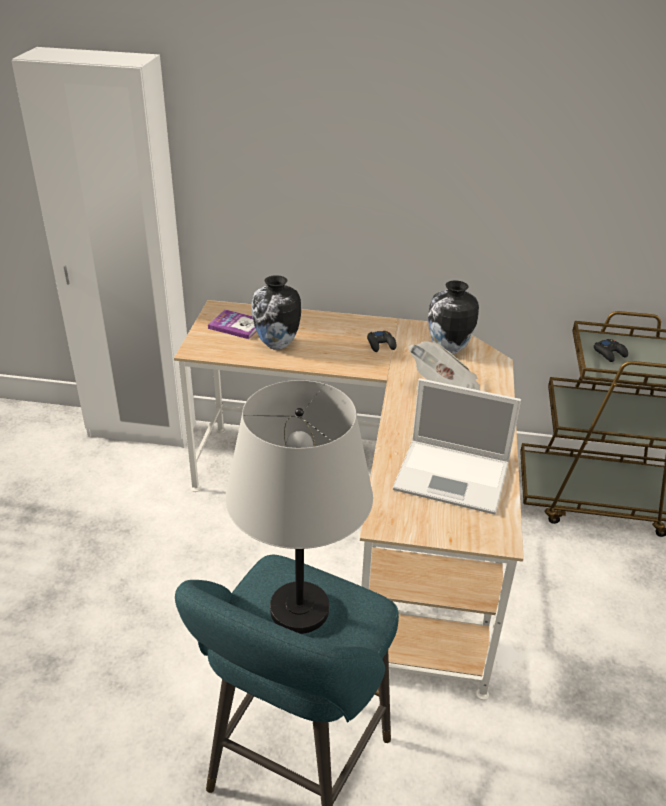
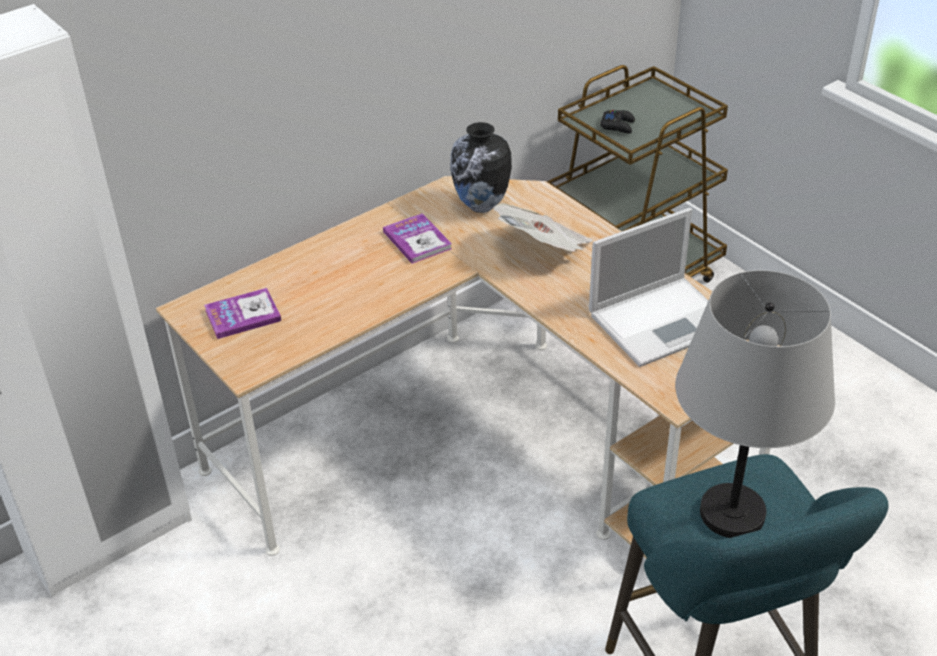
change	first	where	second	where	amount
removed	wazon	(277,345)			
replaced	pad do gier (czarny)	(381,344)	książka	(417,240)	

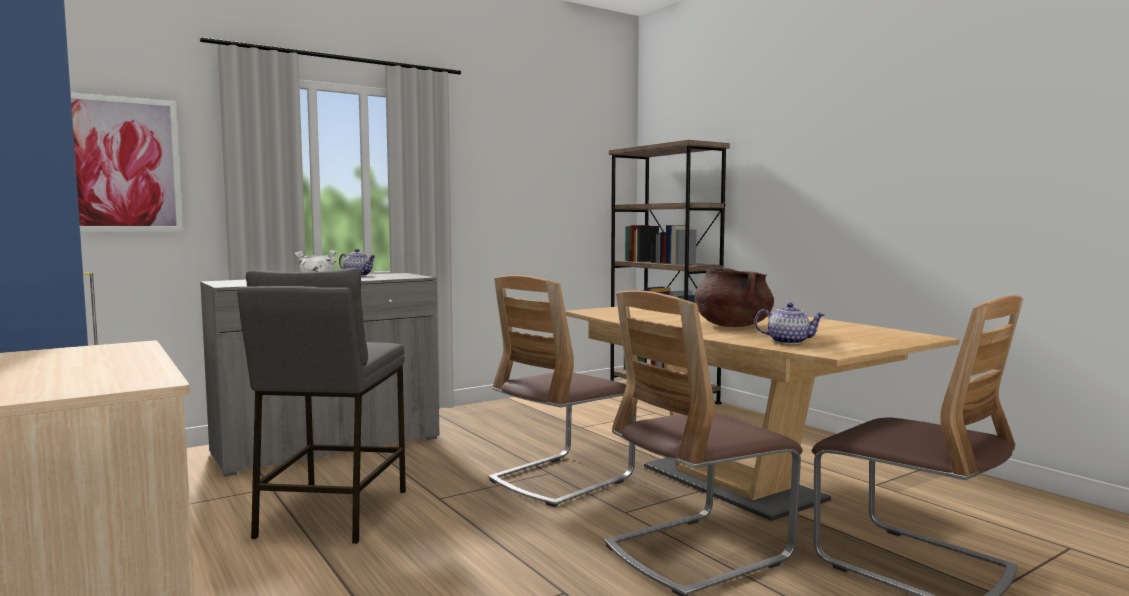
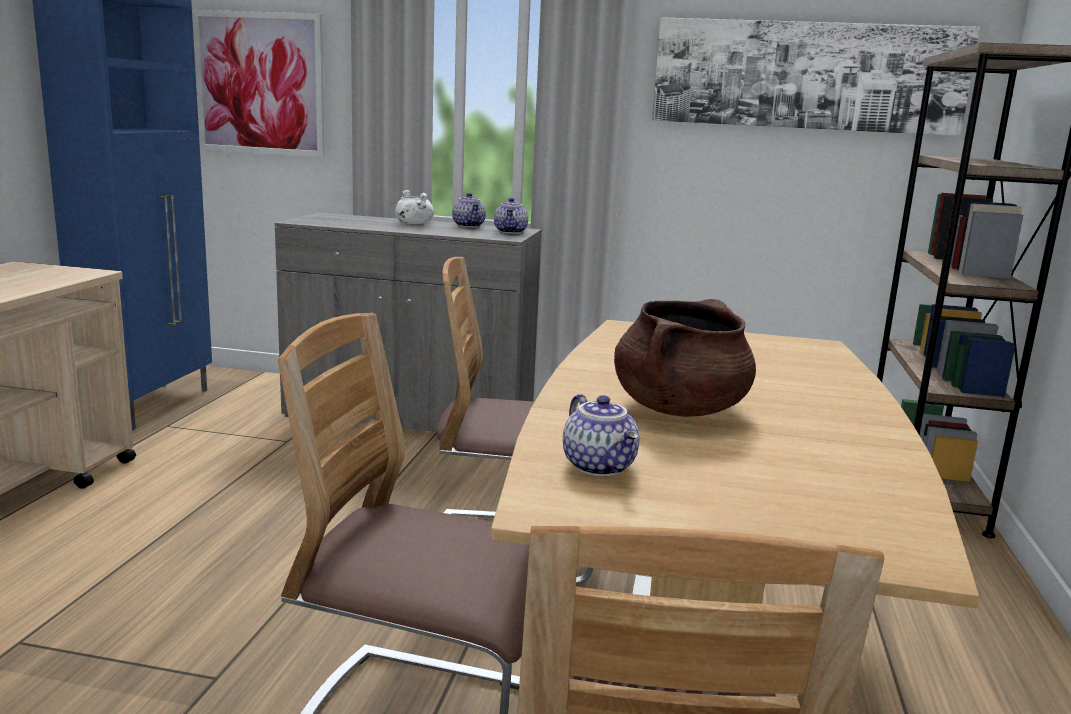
change	first	where	second	where	amount
removed	stołek (szary)	(331,513)			
added			imbryk	(511,232)	
added			obraz	(807,76)	

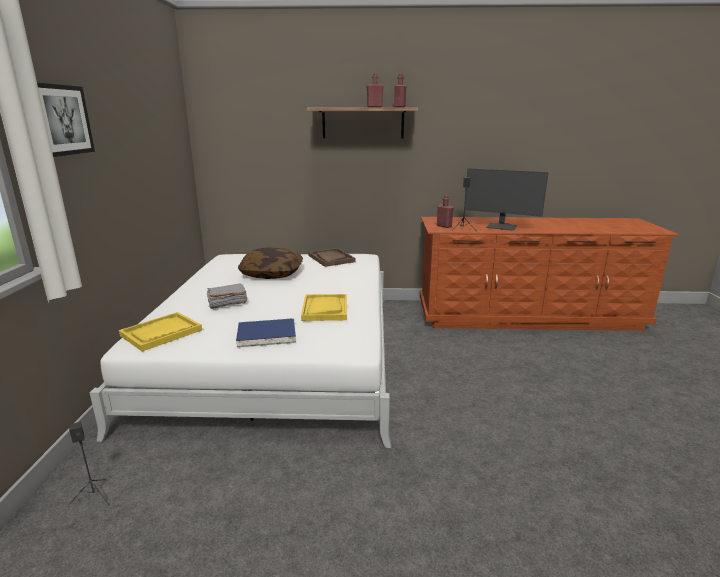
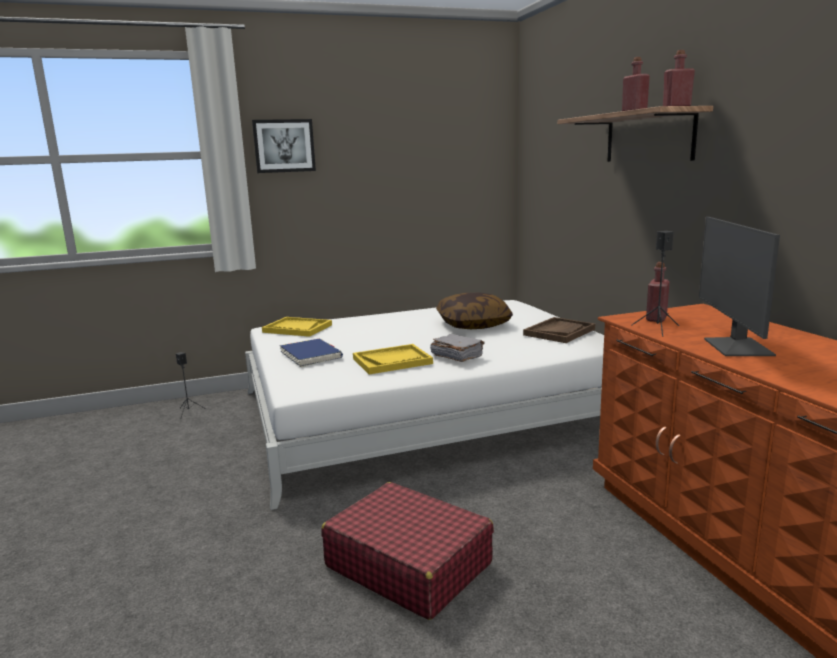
change	first	where	second	where	amount
moved	książka (szary)	(226,303)		(456,356)	
added			walizka (czerwony)	(408,564)	

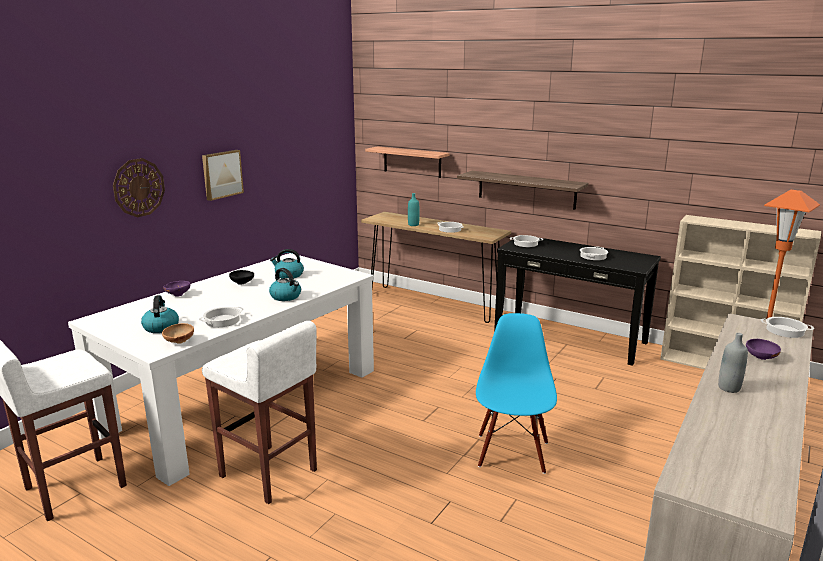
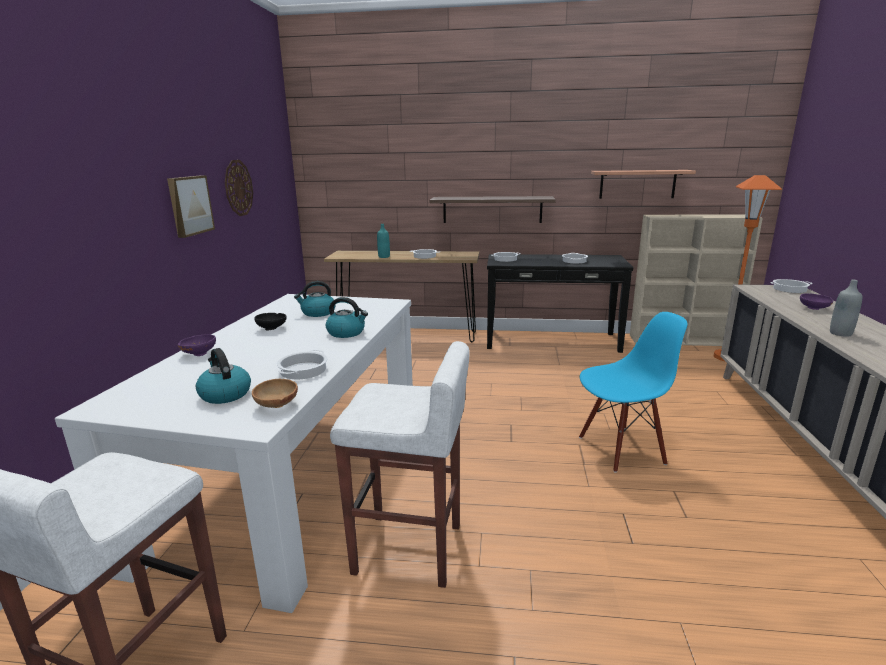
change	first	where	second	where	amount
moved	zegar ścienny	(138,187)		(238,188)	
moved	półka	(412,162)		(637,184)	
turned	krzesło (niebieski)	(512,453)		(621,449)	90 degrees clockwise

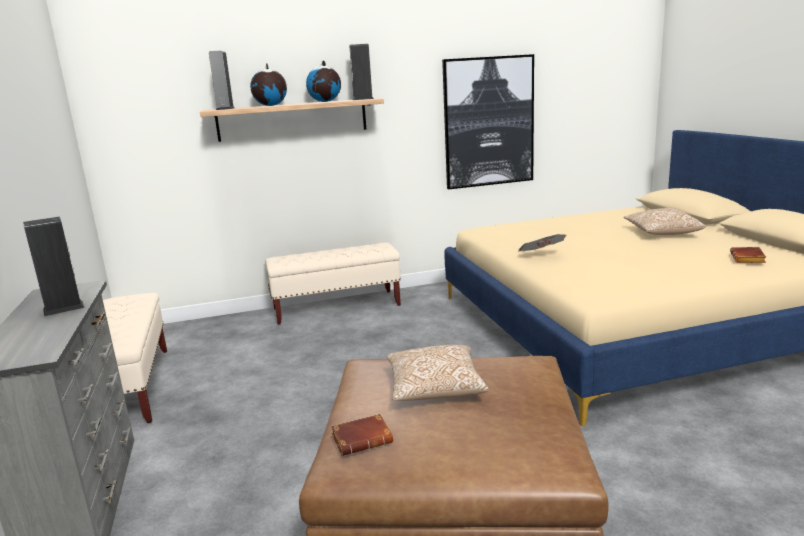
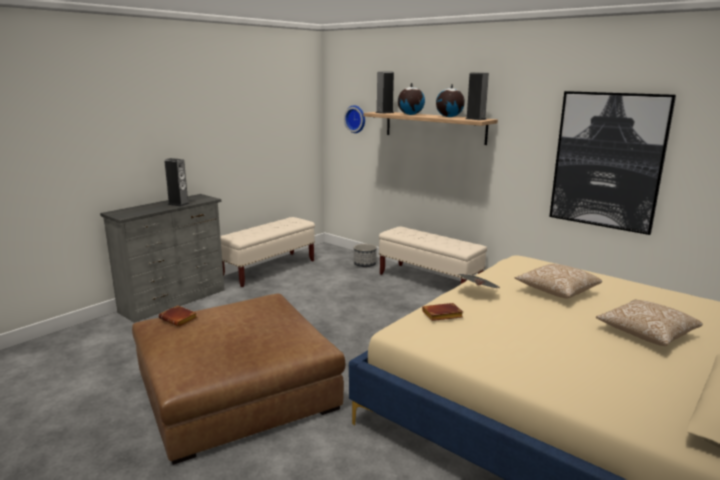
change	first	where	second	where	amount
moved	poduszka	(435,388)		(556,291)	
moved	książka (brązowy)	(748,259)		(441,316)	
added			zegar ścienny	(356,119)	
added			donica	(364,264)	

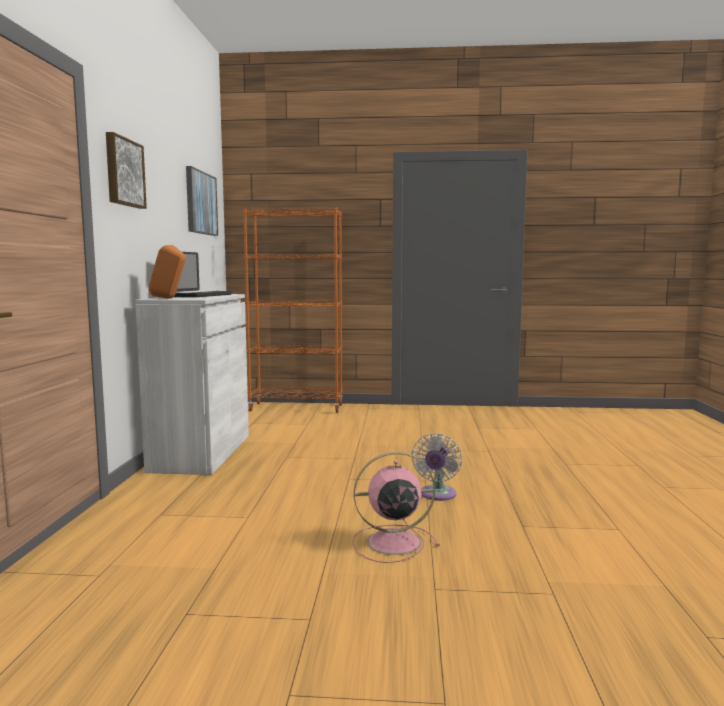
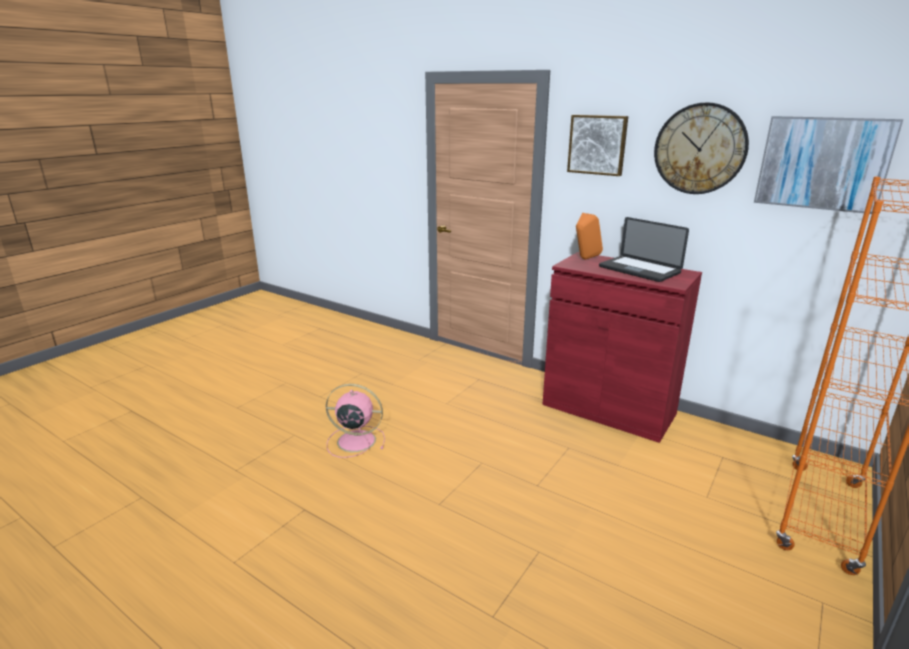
change	first	where	second	where	amount
recoloured	szafka (biały)	(201,452)	szafka (czerwony)	(608,409)	
turned	wentylator (różowy)	(391,542)		(354,441)	105 degrees counterclockwise
removed	wentylator (biały)	(437,495)			
added			zegar ścienny	(700,149)	

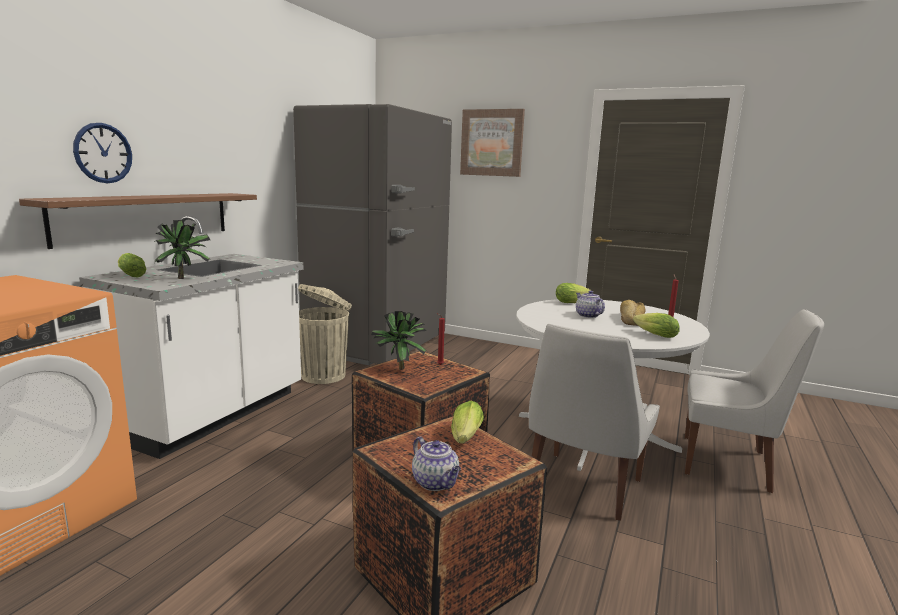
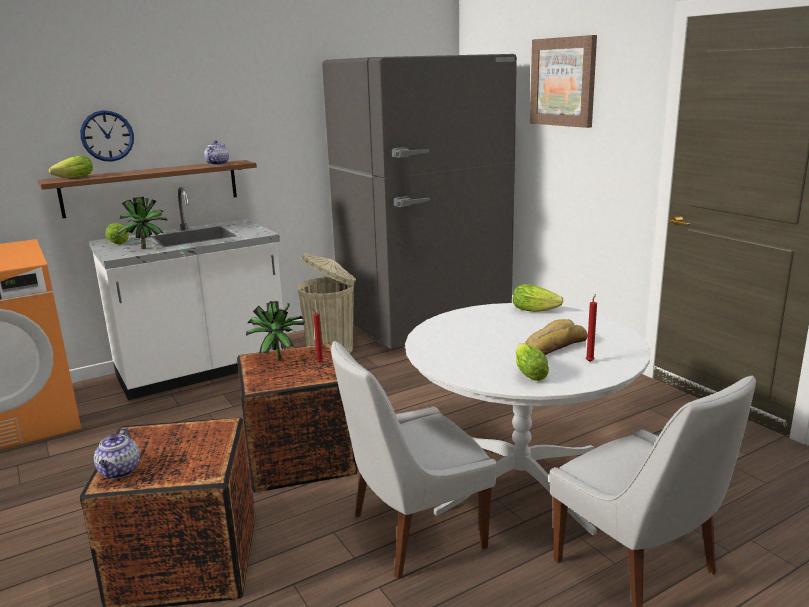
change	first	where	second	where	amount
moved	sałata	(465,438)		(72,178)	
moved	imbryk	(587,315)		(217,164)	

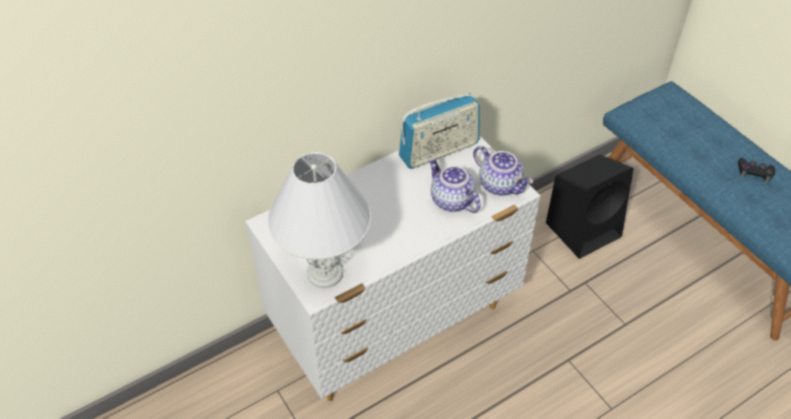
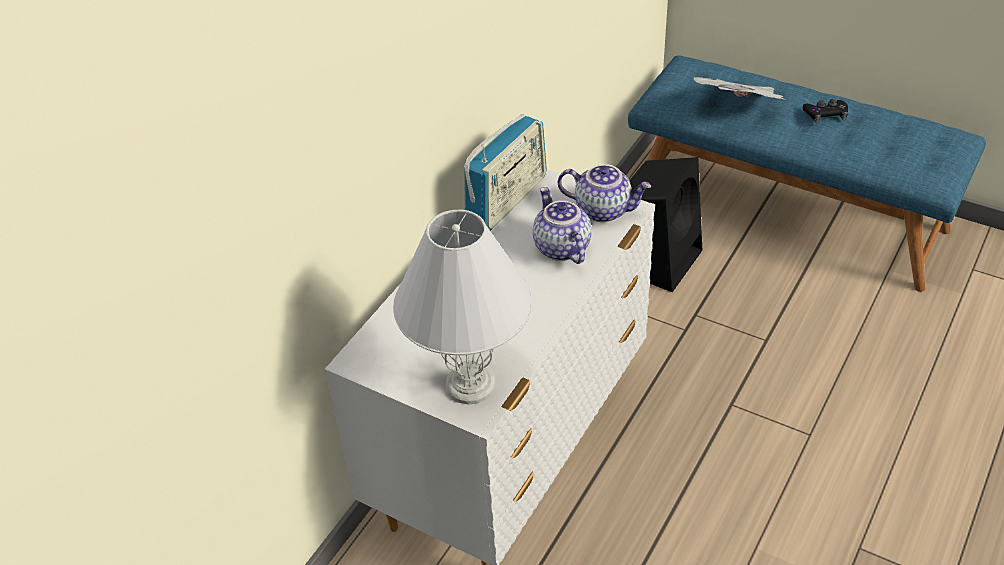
change	first	where	second	where	amount
turned	imbryk	(451,201)		(560,248)	45 degrees clockwise
added			gazeta	(740,108)	

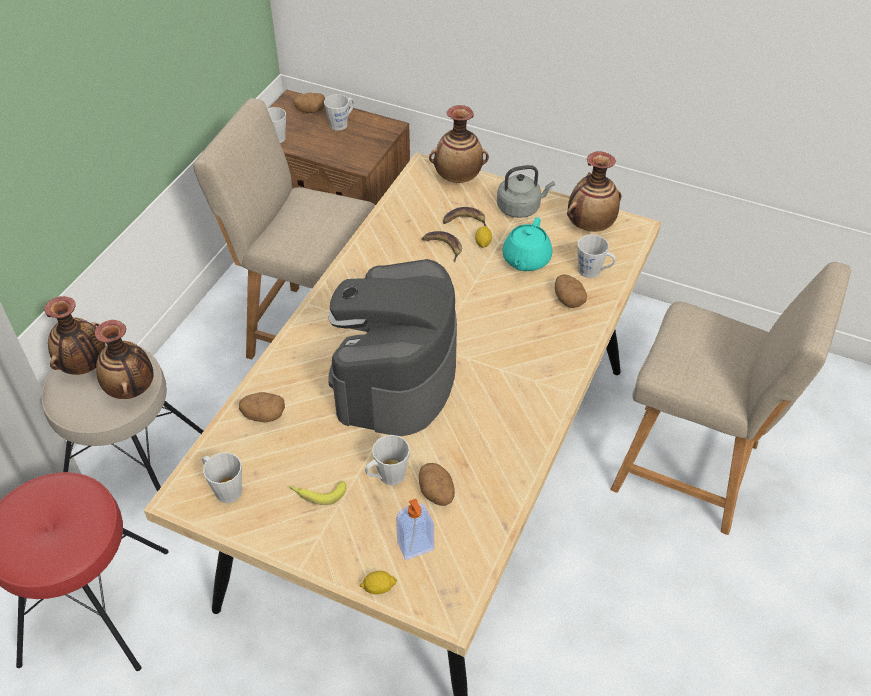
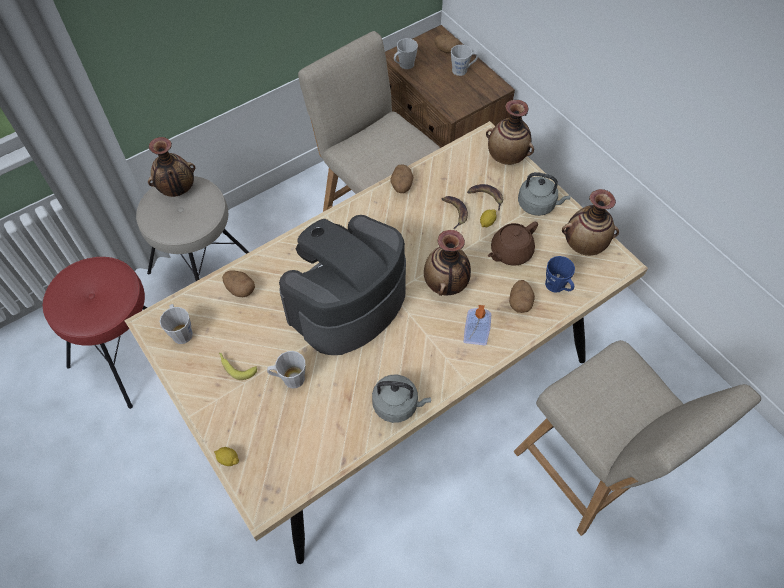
change	first	where	second	where	amount
moved	wazon	(131,389)		(446,284)	
moved	dozownik mydła	(416,547)		(475,338)	
moved	ziemniak	(437,493)		(401,186)	
recoloured	imbryk (turkusowy)	(525,260)	imbryk (brązowy)	(510,252)	
recoloured	kubek (szary)	(593,272)	kubek (niebieski)	(557,287)	
added			czajnik (szary)	(397,405)	

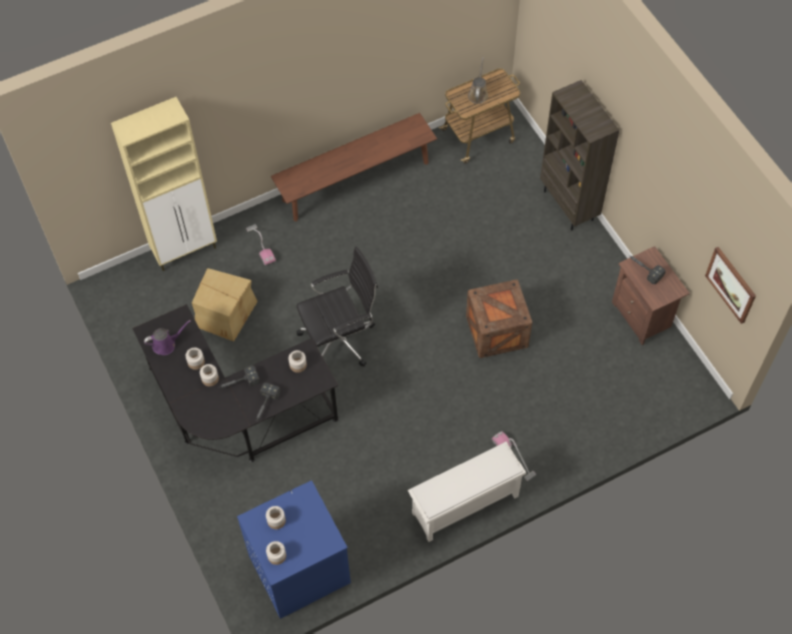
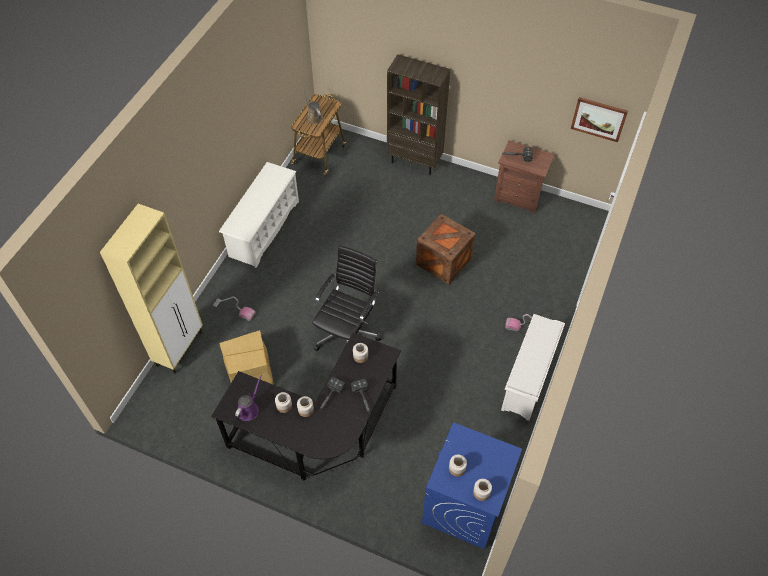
change	first	where	second	where	amount
replaced	ławka (brązowy)	(356,181)	regał na buty (biały)	(264,228)	

